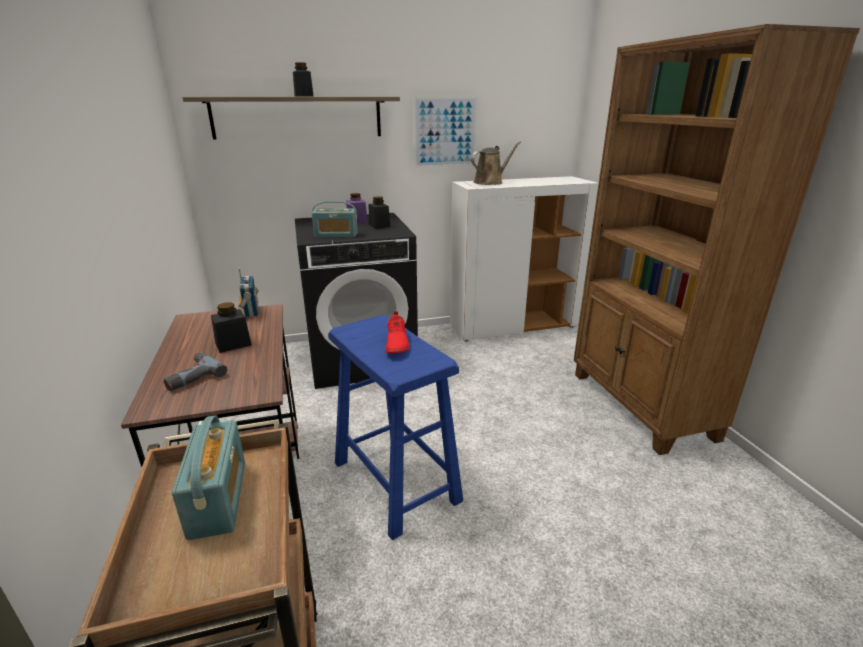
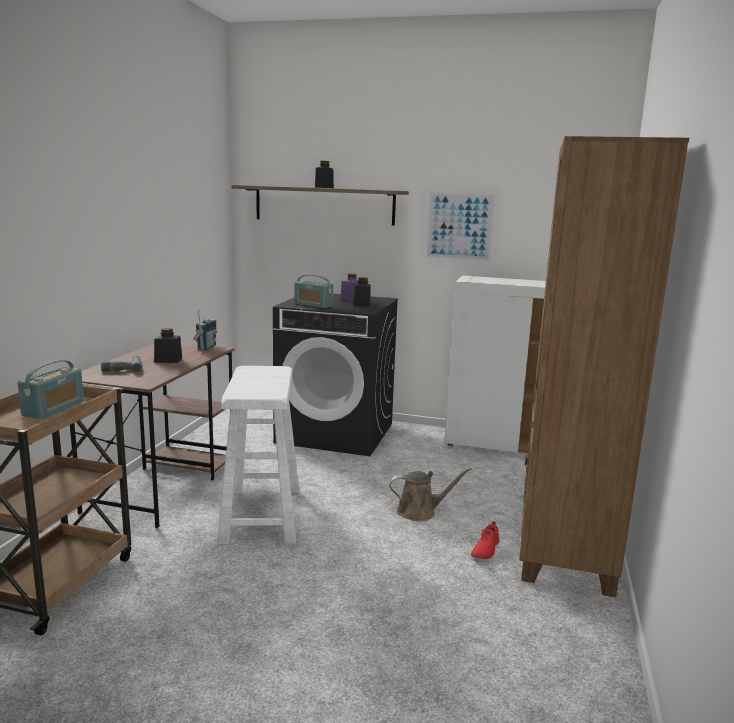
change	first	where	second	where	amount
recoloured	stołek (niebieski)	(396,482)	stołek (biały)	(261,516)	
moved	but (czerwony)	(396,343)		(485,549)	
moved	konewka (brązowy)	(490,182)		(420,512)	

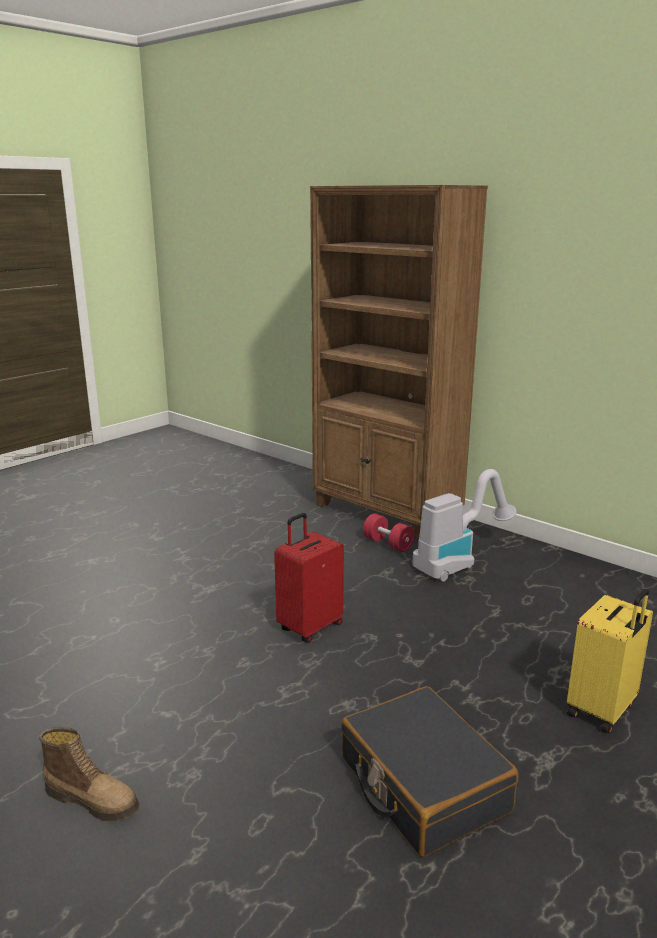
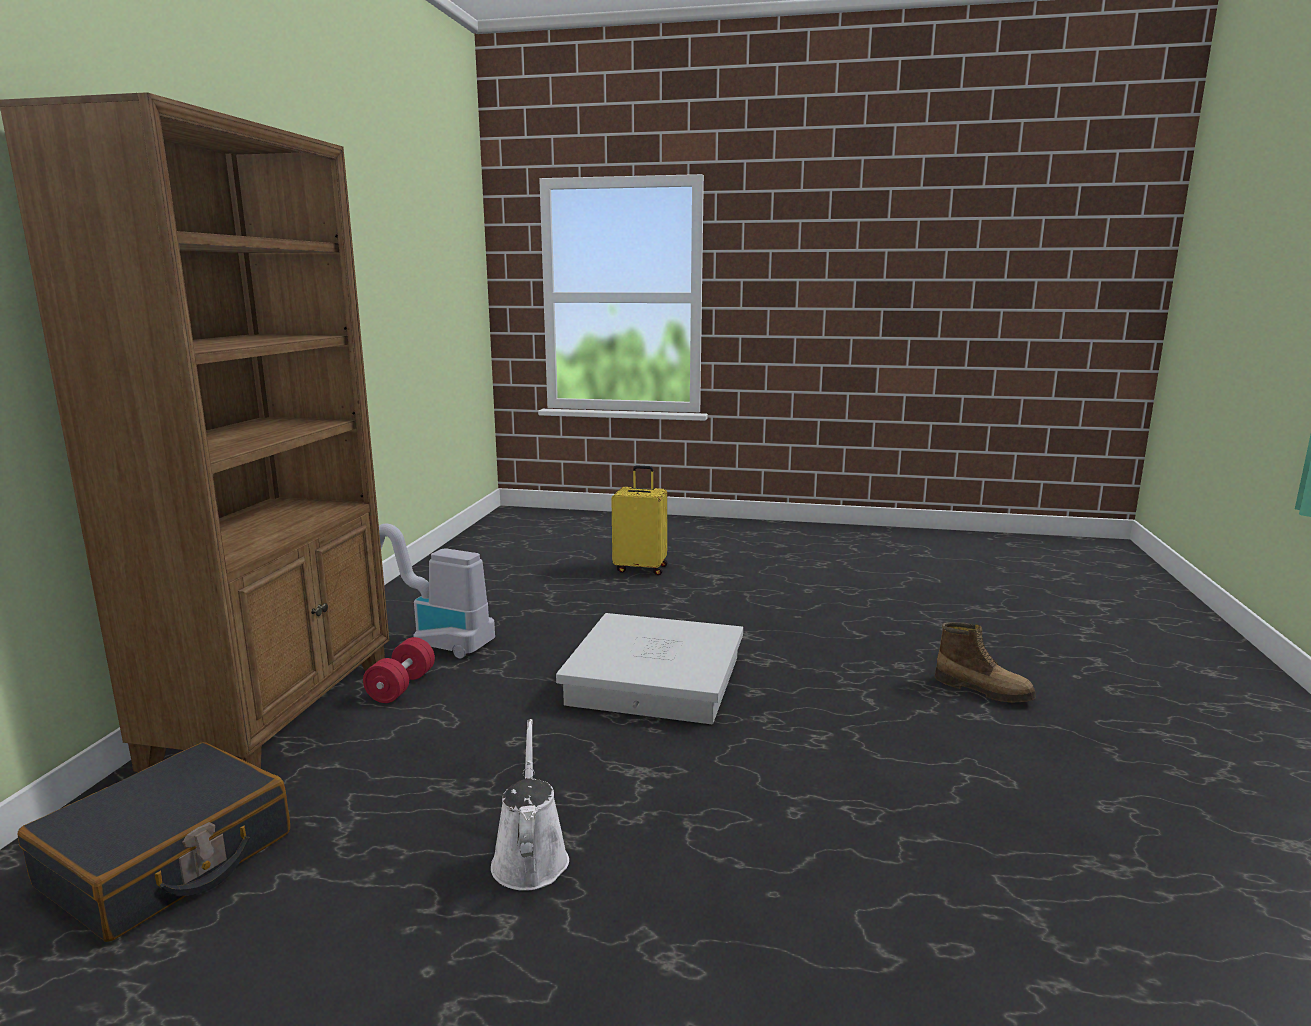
change	first	where	second	where	amount
turned	but z cholewką	(93,799)		(983,690)	135 degrees clockwise
replaced	walizka (czerwony)	(309,627)	pojemnik do przechowywania (biały)	(654,680)	
moved	walizka (czarny)	(422,785)		(168,860)	
added			konewka (biały)	(530,857)	

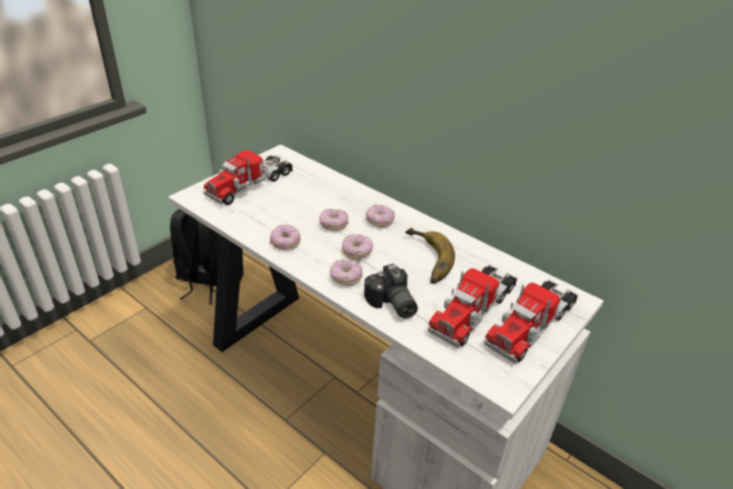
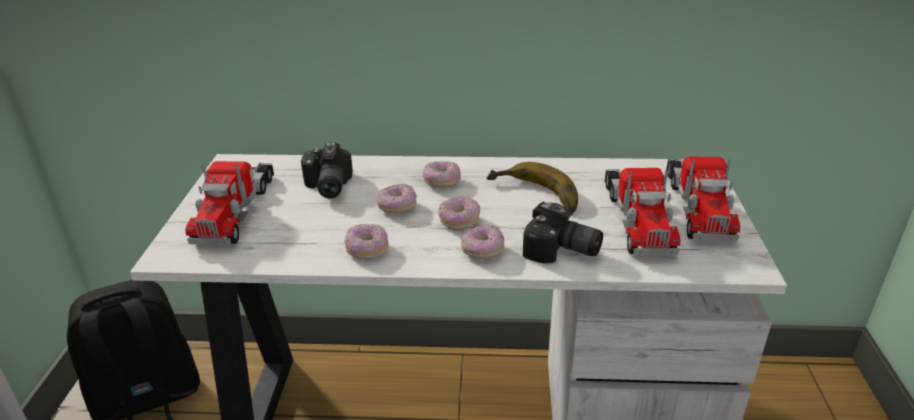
change	first	where	second	where	amount
added			aparat fotograficzny	(326,187)	

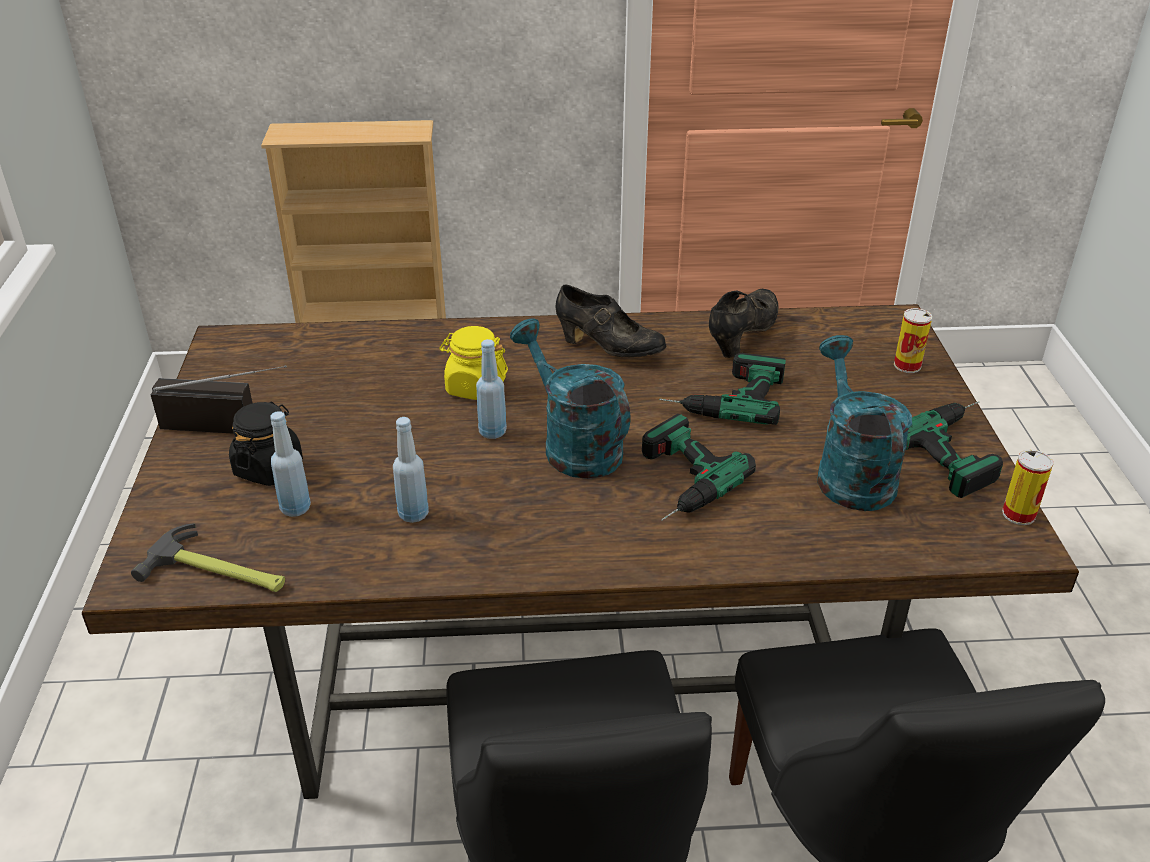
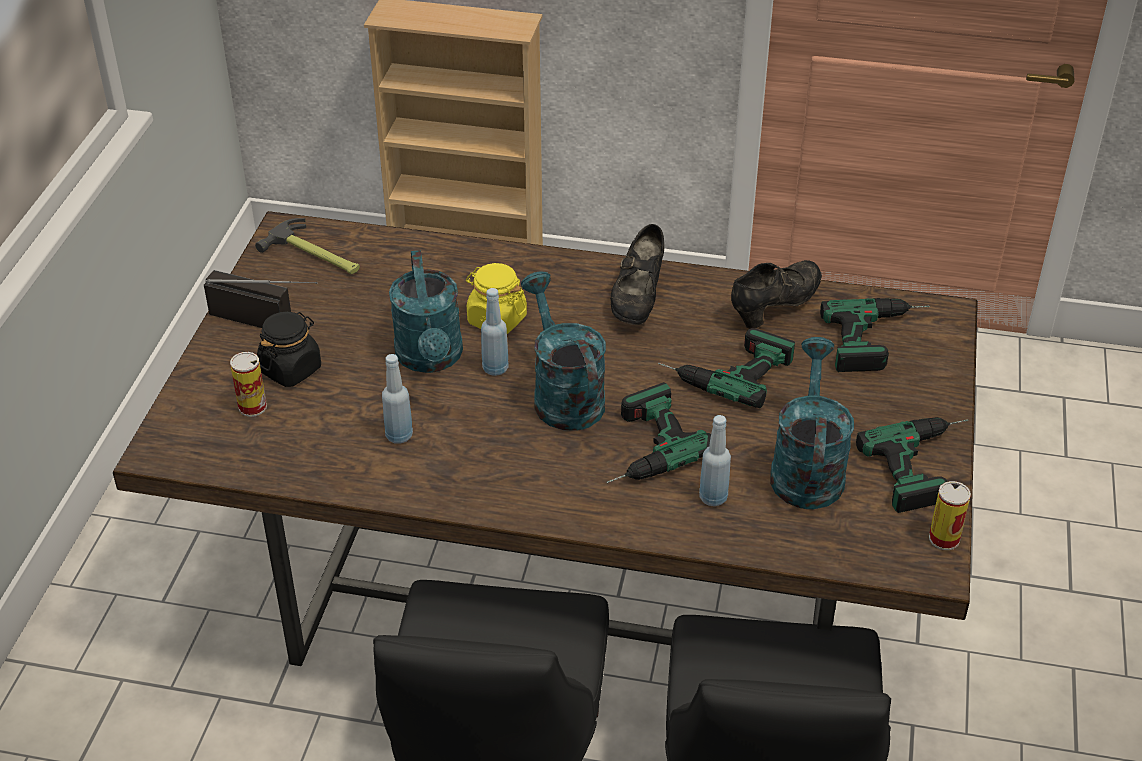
change	first	where	second	where	amount
moved	młotek	(219,572)		(315,255)	
moved	butelka (niebieski)	(295,508)		(713,498)	
turned	but (czarny)	(609,349)		(637,299)	60 degrees clockwise
moved	puszka	(907,365)		(252,407)	
added			konewka (turkusowy)	(431,359)	
added			wiertarka	(881,339)	

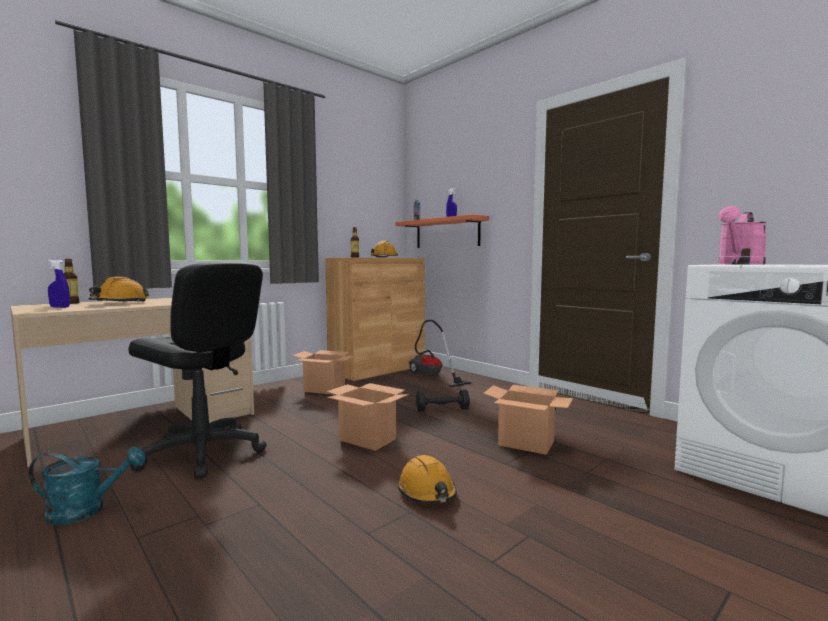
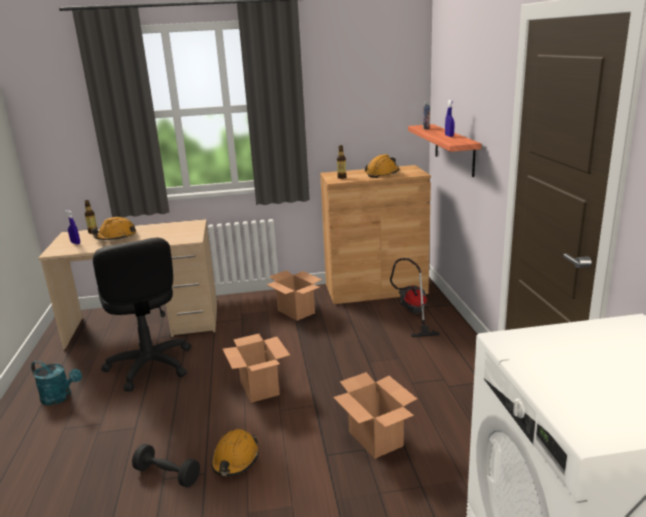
change	first	where	second	where	amount
moved	hantel (czarny)	(442,409)		(167,475)	
removed	konewka (różowy)	(739,264)			

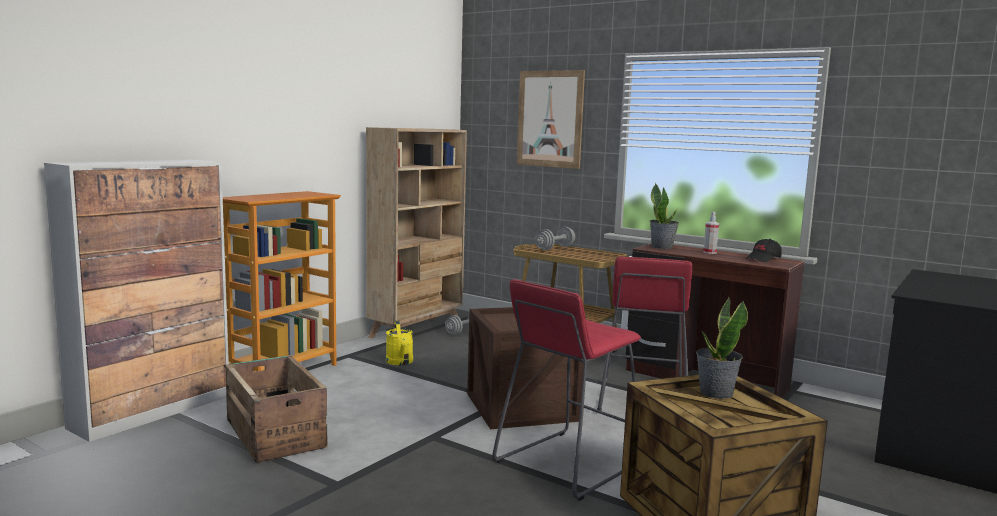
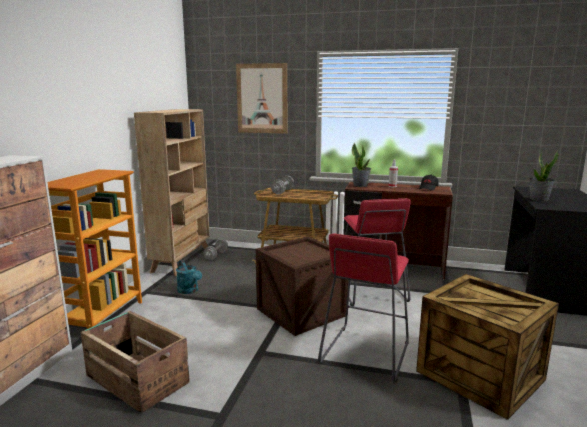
change	first	where	second	where	amount
recoloured	konewka (żółty)	(400,362)	konewka (turkusowy)	(189,291)	
moved	roślina doniczkowa	(715,393)		(539,199)	

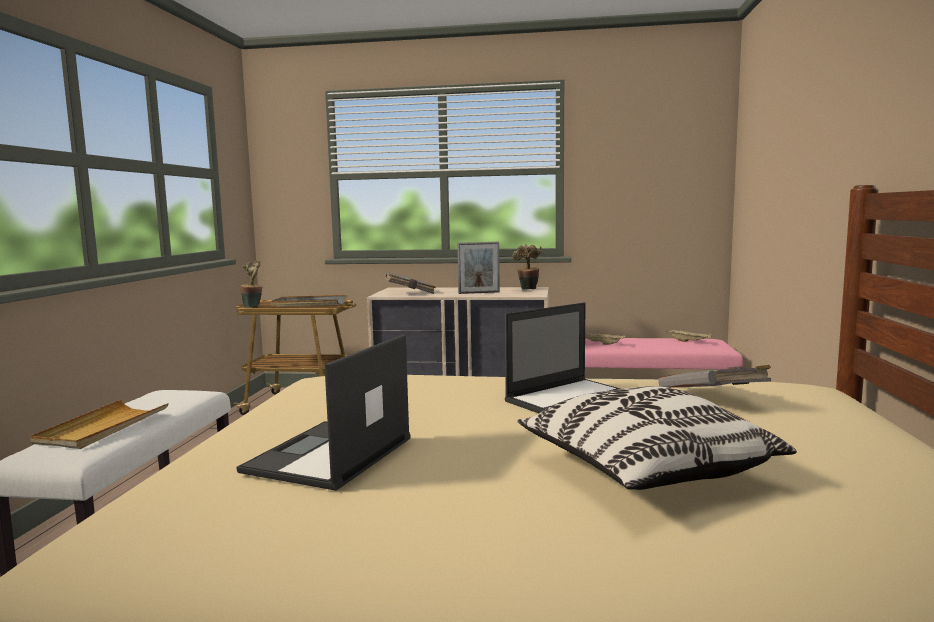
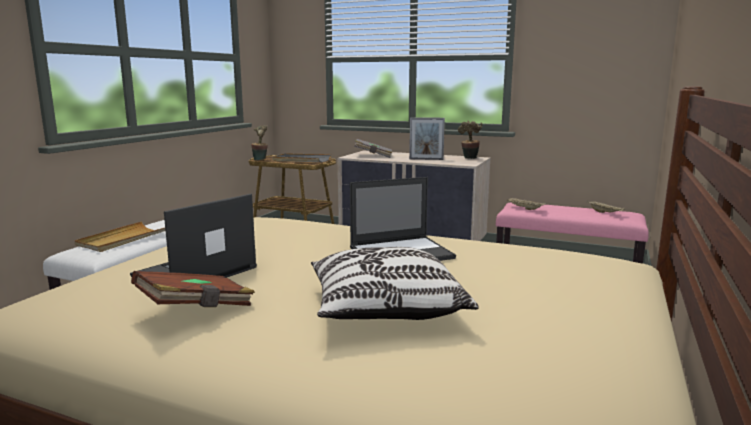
change	first	where	second	where	amount
removed	książka (szary)	(712,399)			
added			książka (brązowy)	(196,309)	

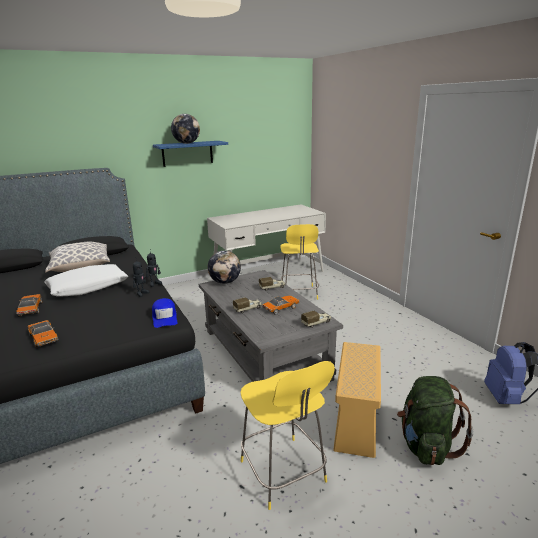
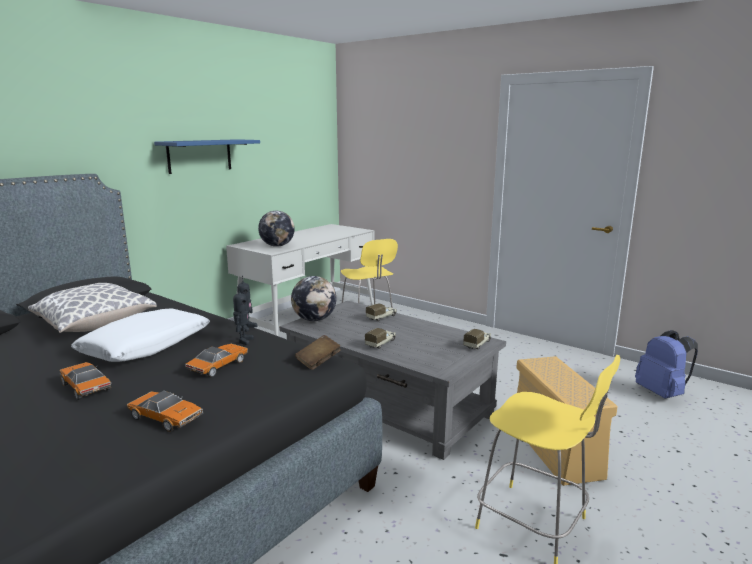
change	first	where	second	where	amount
replaced	czapka z daszkiem (niebieski)	(165,317)	książka (brązowy)	(318,361)	
moved	globus	(186,143)		(277,246)	
moved	samochodzik	(281,308)		(218,366)	
removed	plecak (zielony)	(426,445)			

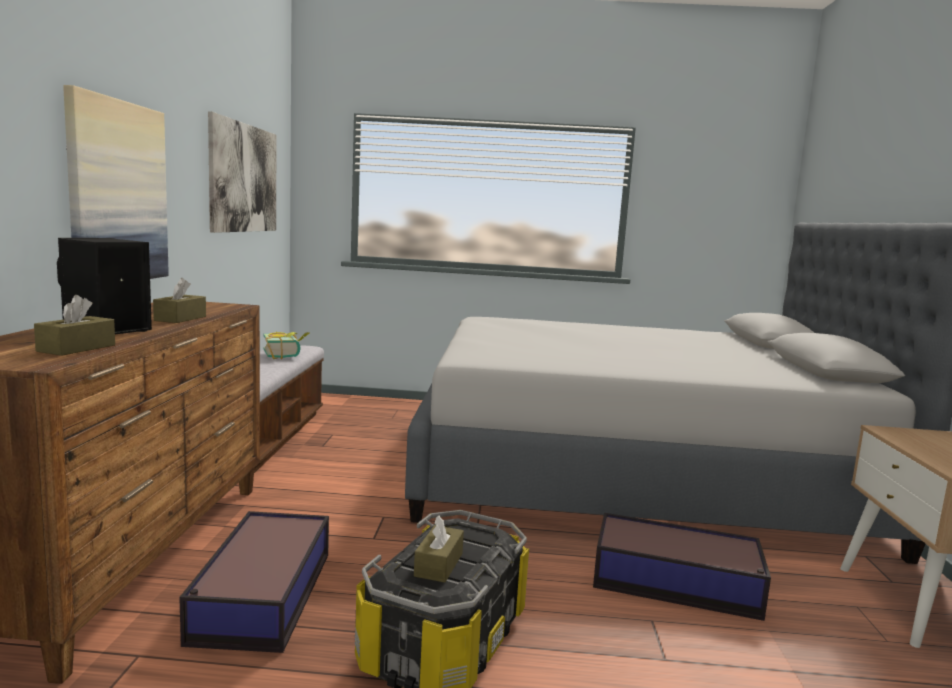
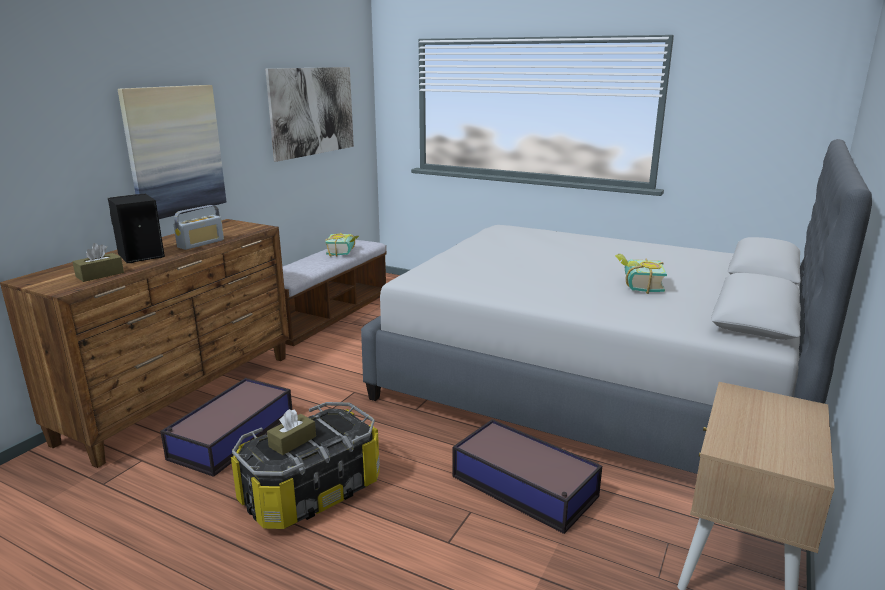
change	first	where	second	where	amount
replaced	pudełko chusteczek (brązowy)	(180,318)	radio	(201,243)	
added			książka	(637,286)	

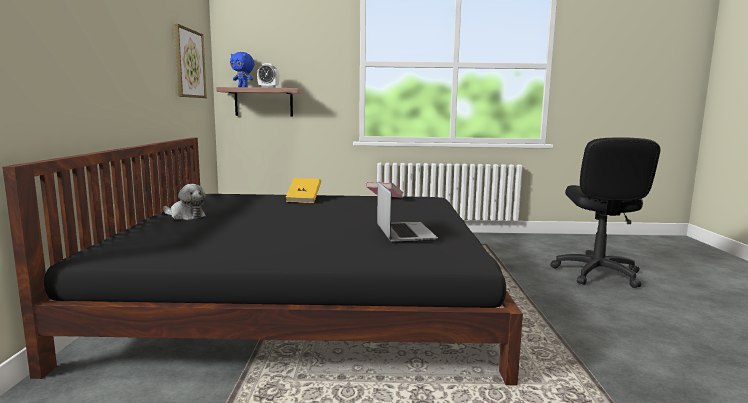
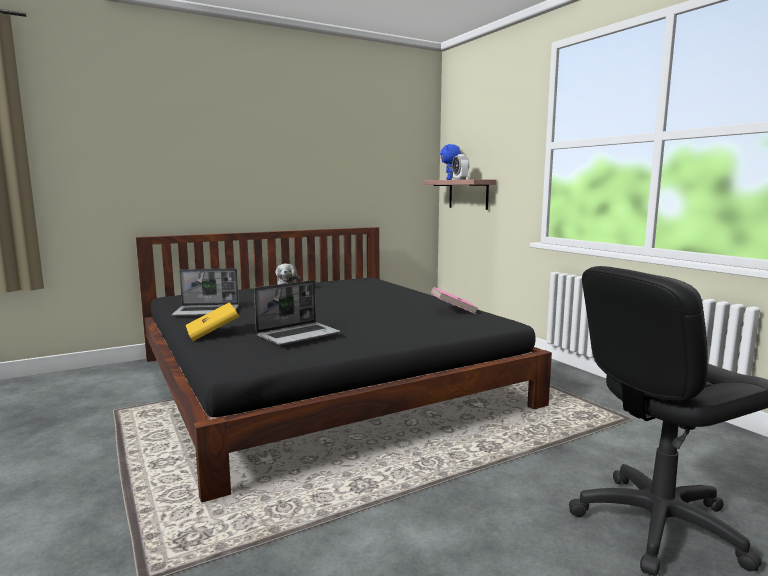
change	first	where	second	where	amount
removed	obraz	(189,63)			
moved	książka (żółty)	(304,199)		(212,334)	
added			laptop	(207,312)	

